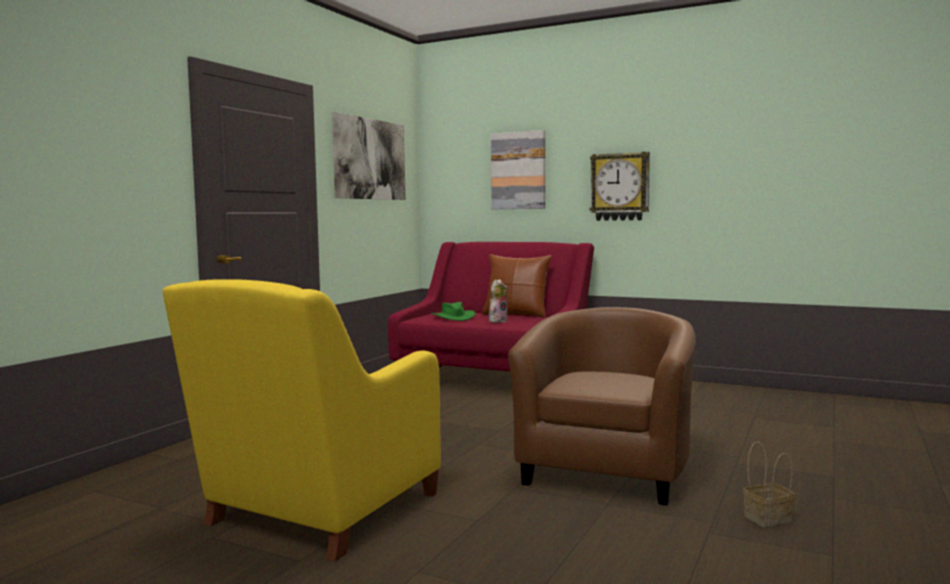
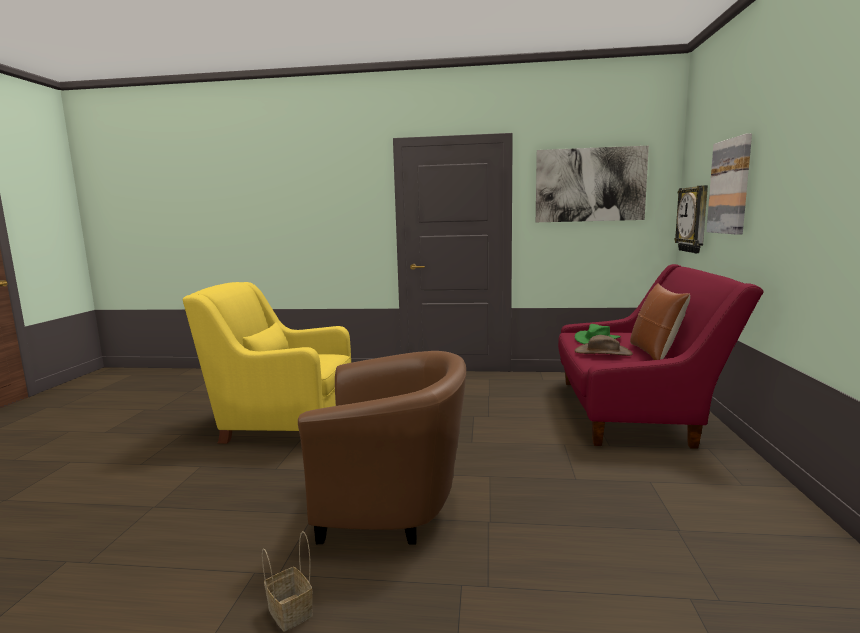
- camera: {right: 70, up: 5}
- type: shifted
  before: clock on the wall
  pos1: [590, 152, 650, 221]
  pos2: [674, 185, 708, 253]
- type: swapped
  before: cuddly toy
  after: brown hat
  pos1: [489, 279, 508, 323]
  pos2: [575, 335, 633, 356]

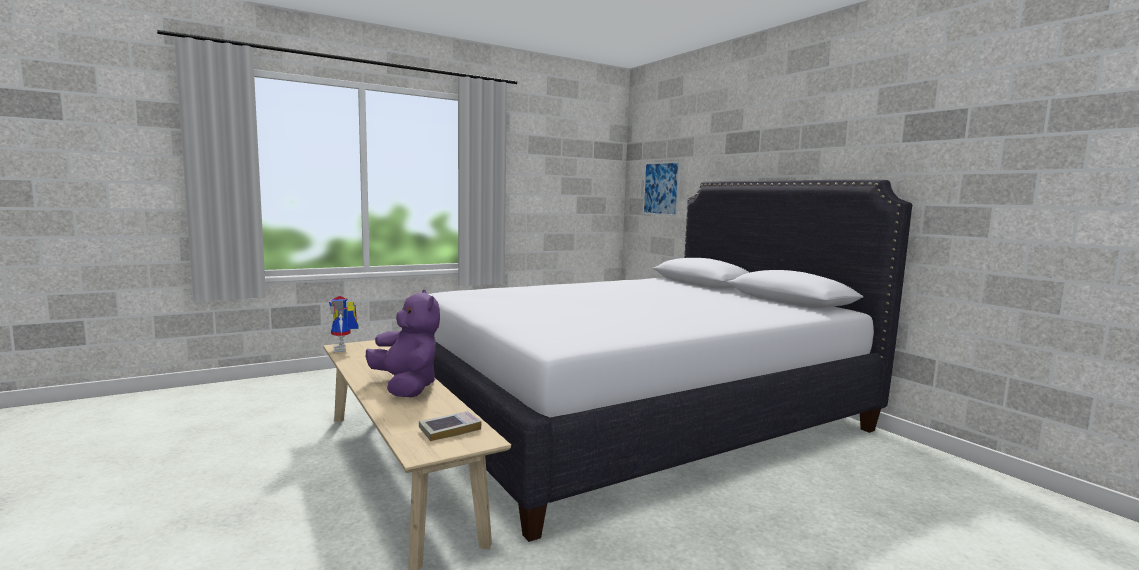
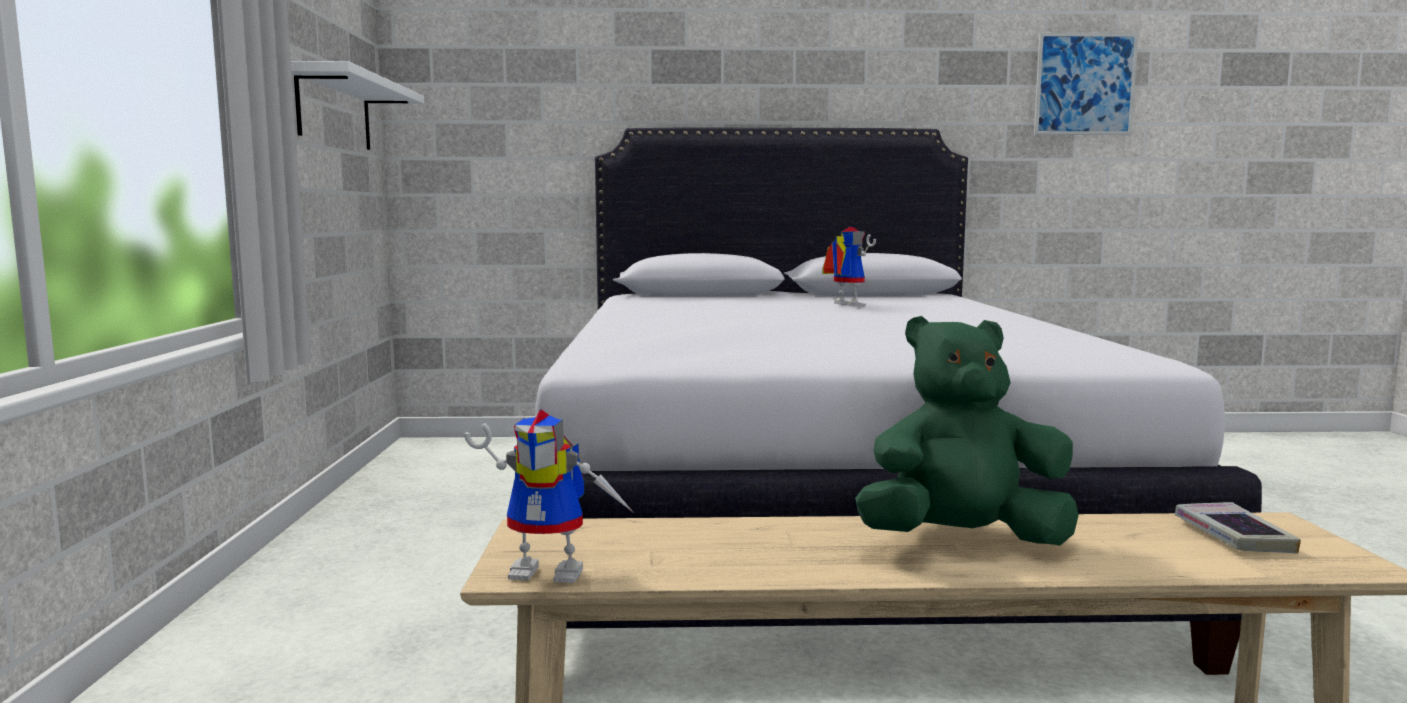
- camera: {right: -60, up: 0}
- type: shifted
  before: wall picture
  pos1: [643, 161, 681, 216]
  pos2: [1034, 33, 1139, 135]
- type: repainted
  before: purplish cuddly toy
  after: greenish cuddly toy
  pos1: [366, 289, 440, 398]
  pos2: [855, 316, 1079, 546]
- type: new
  after: white bracket shelf
  pos2: [291, 61, 424, 150]
- type: new
  after: toy robot
  pos2: [822, 227, 876, 307]

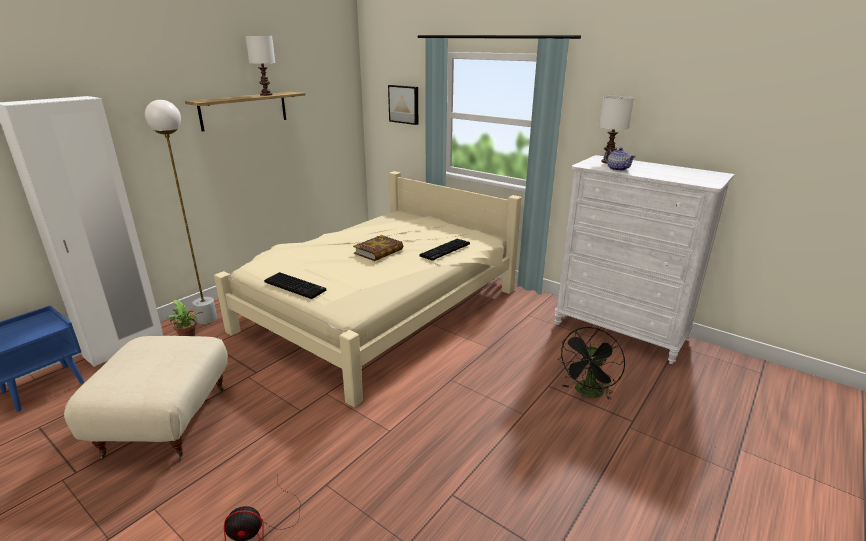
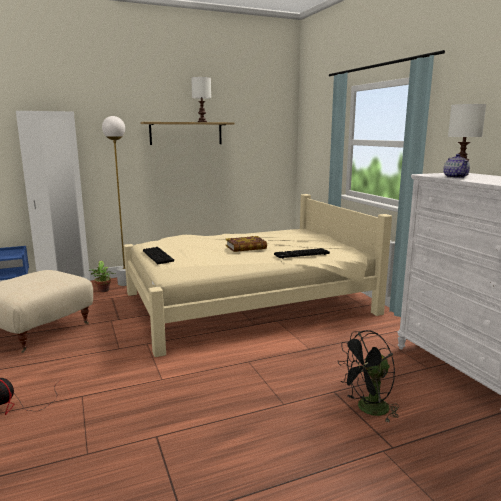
- camera: {right: 30, up: -10}
- type: gone
  before: wall picture
  pos1: [388, 85, 418, 125]

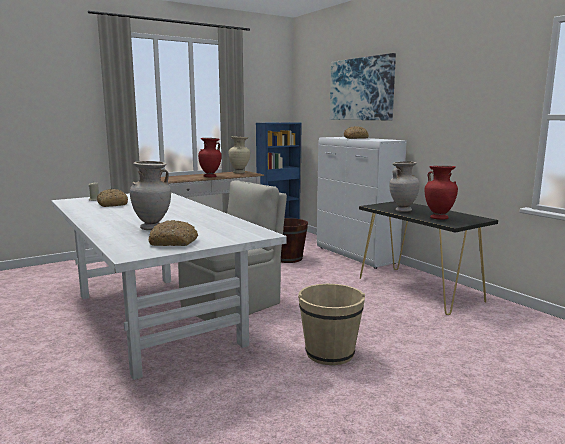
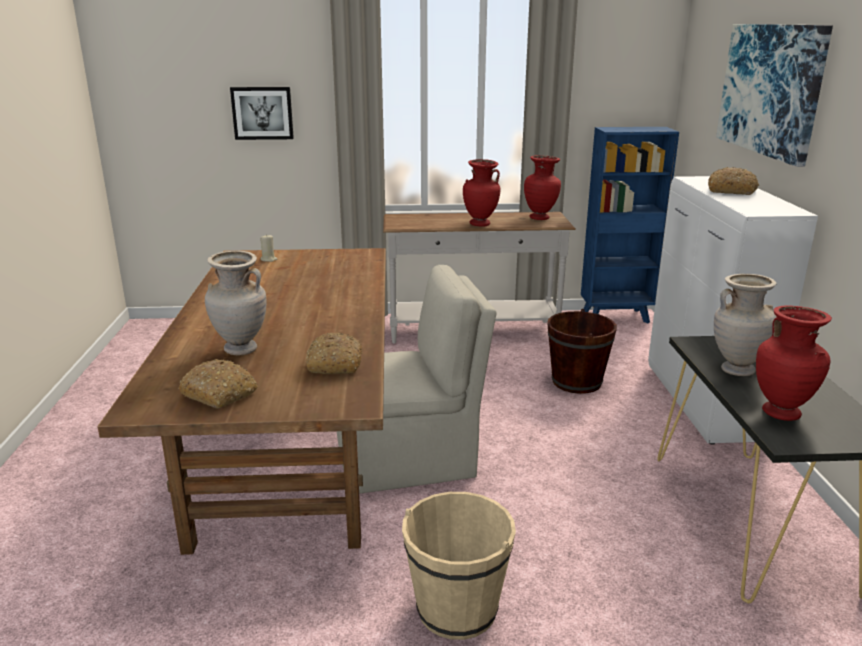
- camera: {right: 30, up: 10}
- type: repainted
  before: beige decorative vase
  after: reddish decorative vase
  pos1: [229, 136, 250, 173]
  pos2: [524, 155, 561, 220]
- type: shifted
  before: baked bread
  pos1: [97, 189, 128, 207]
  pos2: [306, 333, 362, 374]
- type: repainted
  before: white dining table
  after: brown dining table
  pos1: [51, 193, 287, 380]
  pos2: [97, 248, 386, 555]
- type: new
  after: wall picture
  pos2: [230, 87, 294, 140]

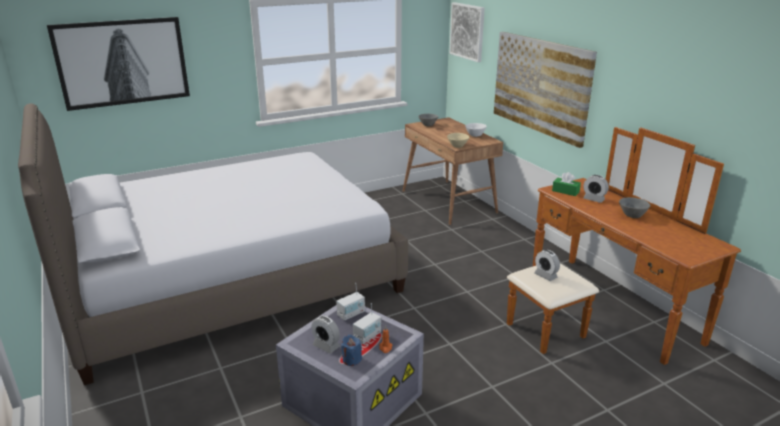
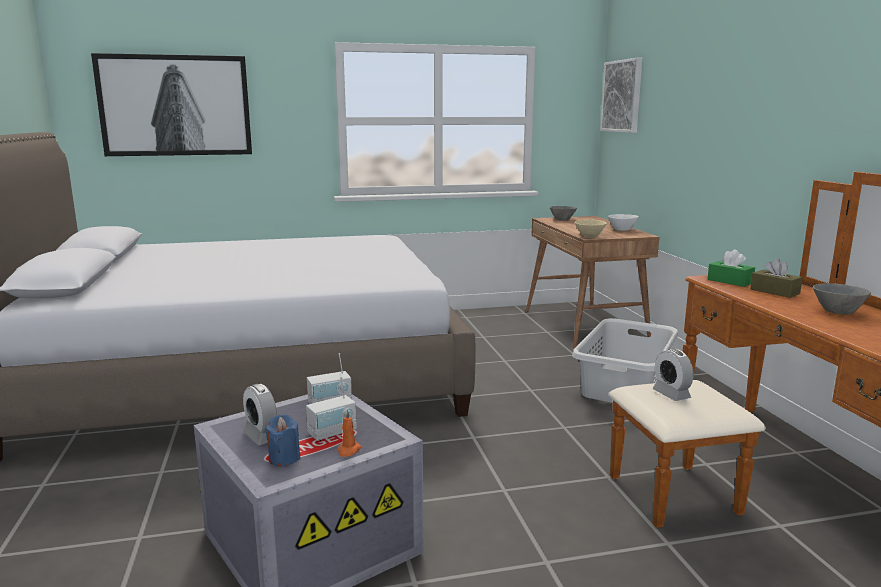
- camera: {right: 15, up: -10}
- type: gone
  before: wall picture
  pos1: [494, 32, 597, 148]
- type: swapped
  before: alarm clock
  after: brown box of tissues
  pos1: [583, 175, 609, 203]
  pos2: [750, 258, 803, 298]
- type: new
  after: grey laundry basket
  pos2: [572, 318, 678, 403]

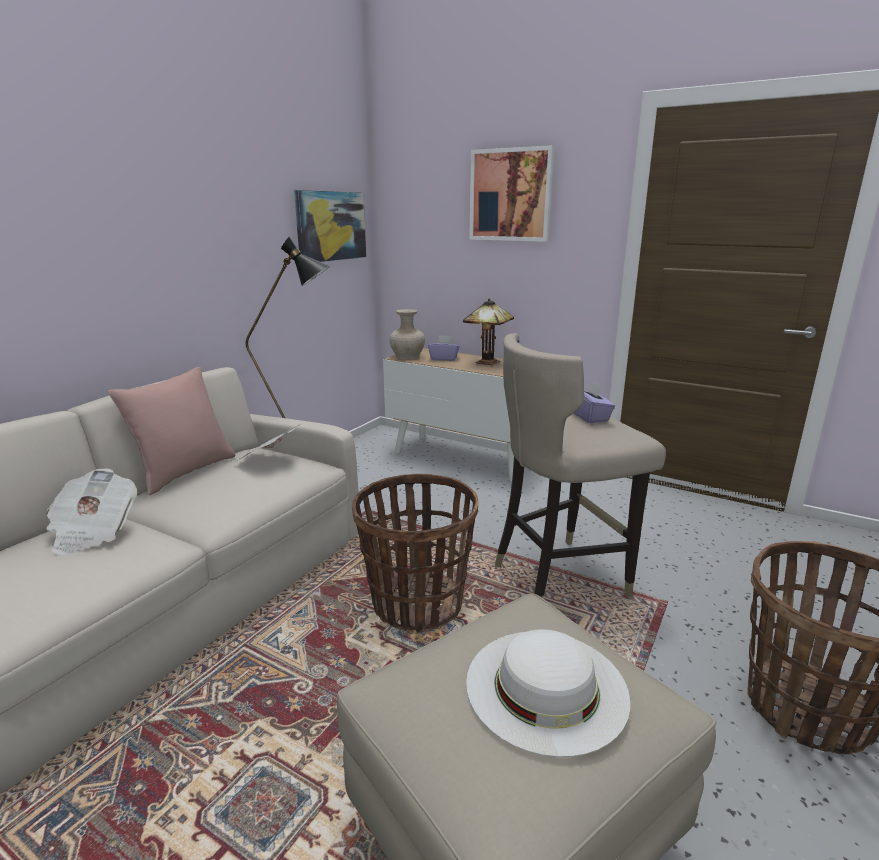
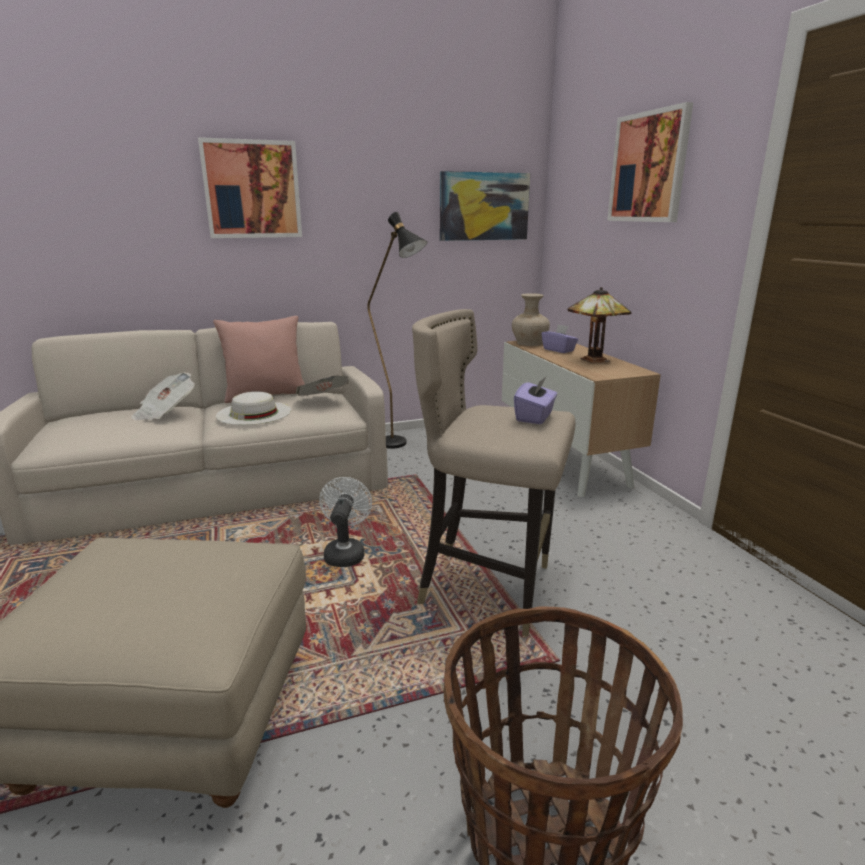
- camera: {right: 40, up: 0}
- type: swapped
  before: household basket
  after: white electric fan
  pos1: [352, 474, 478, 632]
  pos2: [319, 477, 372, 567]
- type: shifted
  before: white hat
  pos1: [466, 629, 630, 757]
  pos2: [216, 391, 291, 425]
- type: new
  after: wall picture
  pos2: [198, 137, 302, 238]

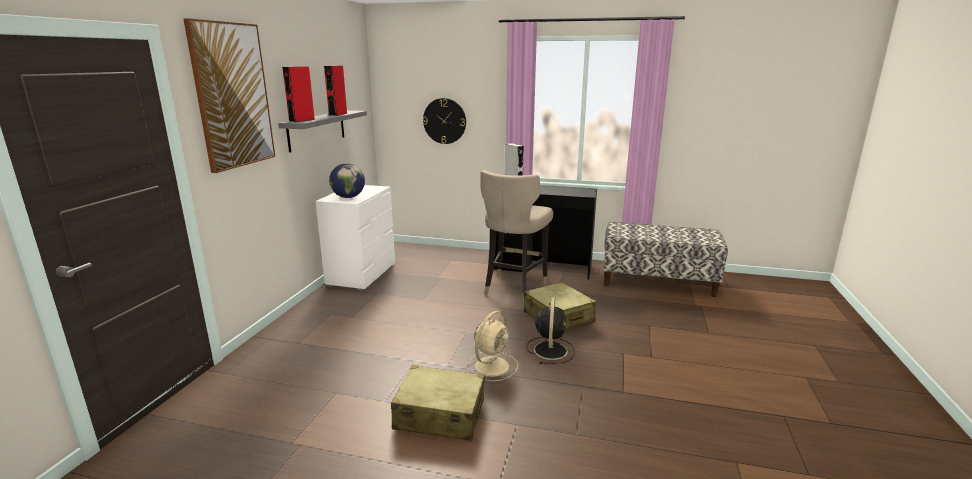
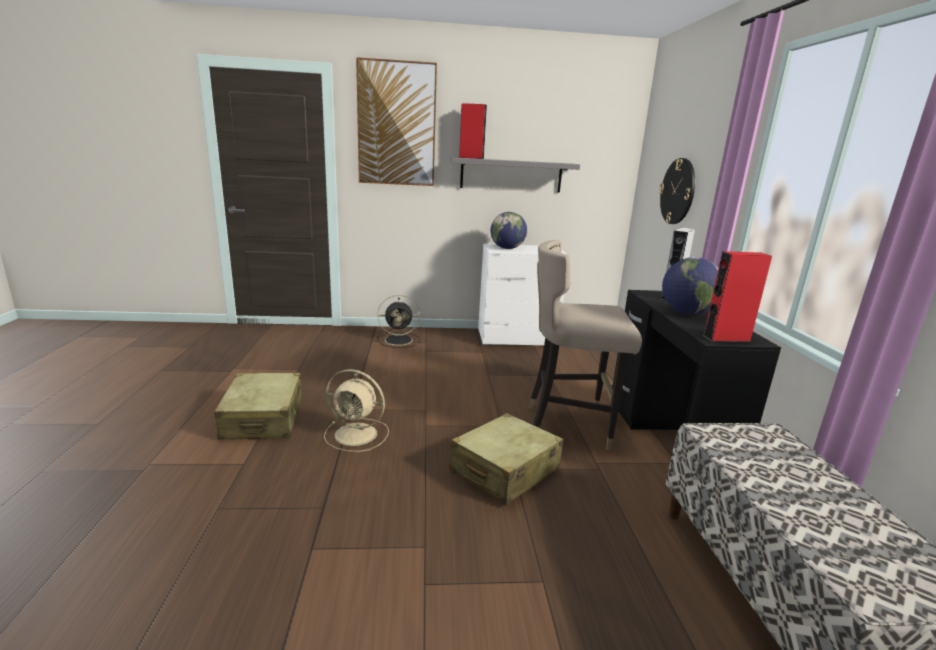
- camera: {right: 70, up: 0}
- type: shifted
  before: reddish loudspeaker
  pos1: [324, 66, 347, 116]
  pos2: [703, 251, 772, 342]
- type: shifted
  before: black electric fan
  pos1: [526, 297, 575, 364]
  pos2: [377, 295, 420, 348]
- type: new
  after: globe
  pos2: [662, 257, 718, 314]

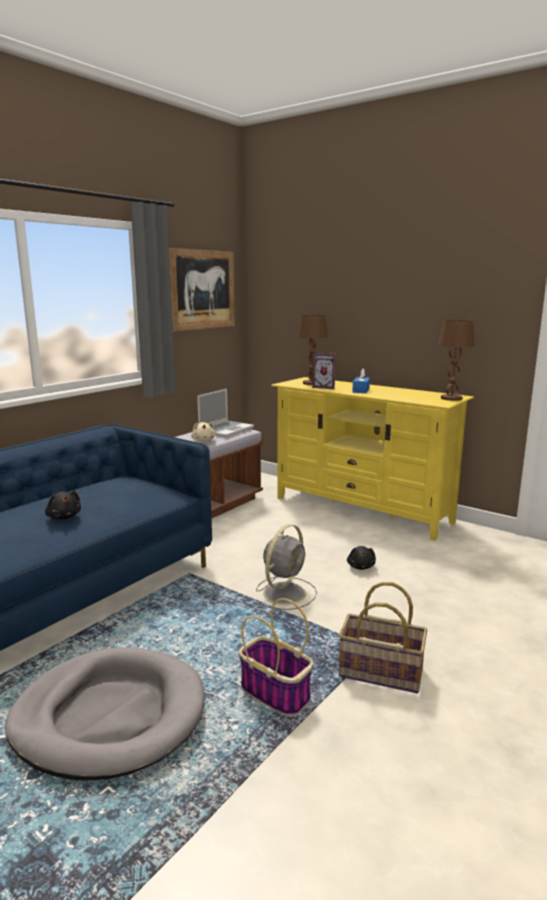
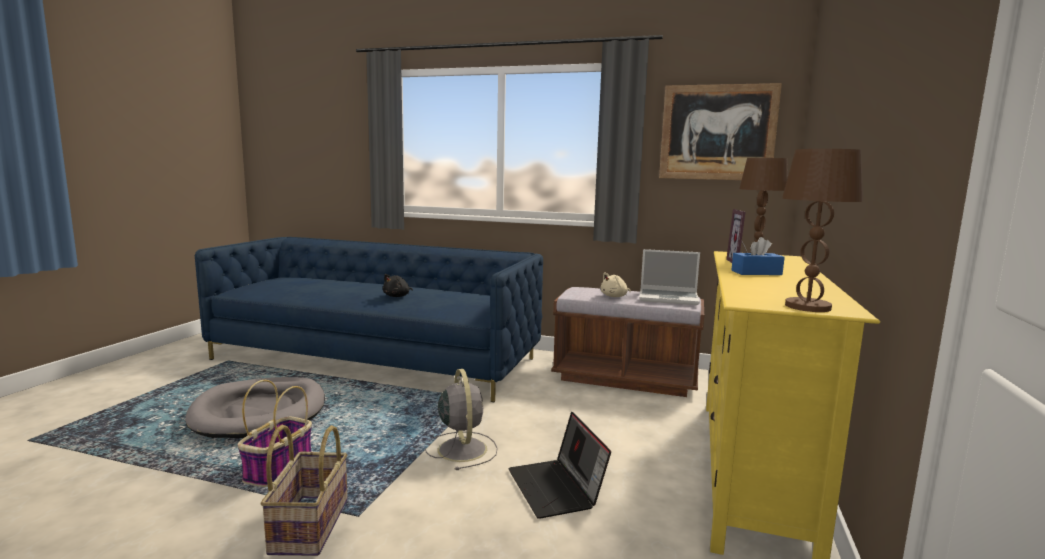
- camera: {right: 70, up: -5}
- type: rotated
  before: grey electric fan
  pos1: [255, 524, 317, 610]
  pos2: [425, 369, 498, 470]
  turn: -120
- type: swapped
  before: black cuddly toy
  after: portable computer
  pos1: [347, 546, 376, 570]
  pos2: [508, 412, 611, 519]

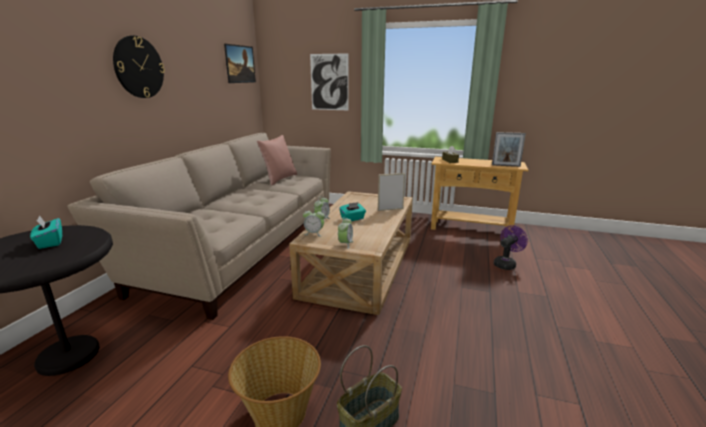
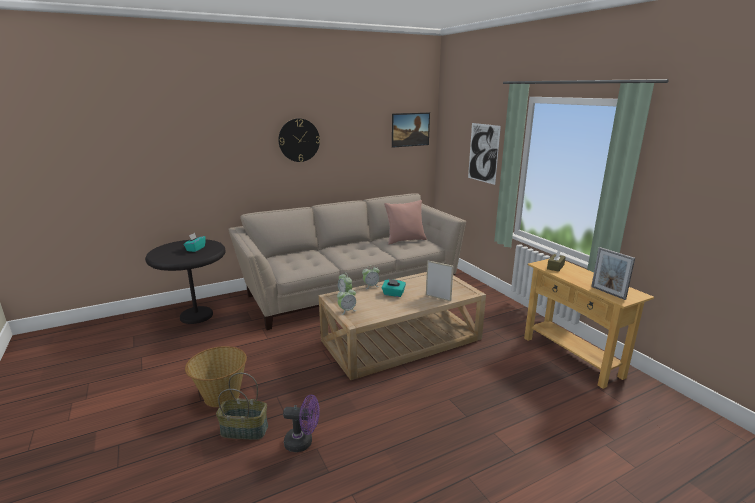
- camera: {right: 45, up: 0}
- type: shifted
  before: purplish electric fan
  pos1: [494, 225, 528, 270]
  pos2: [283, 395, 320, 452]

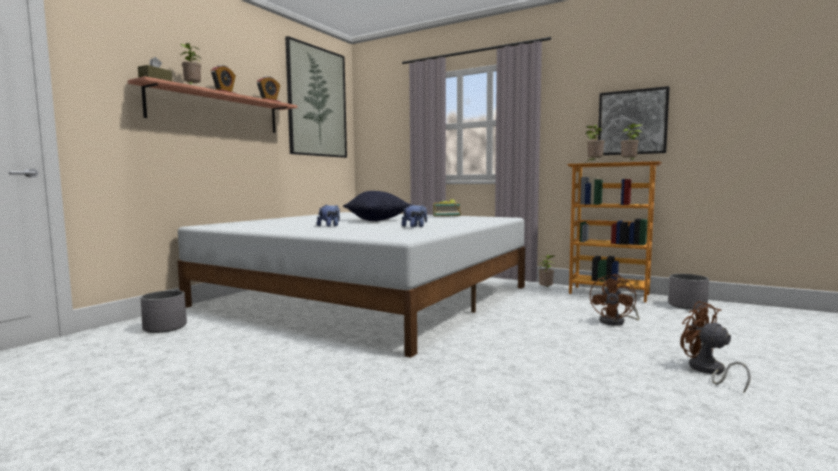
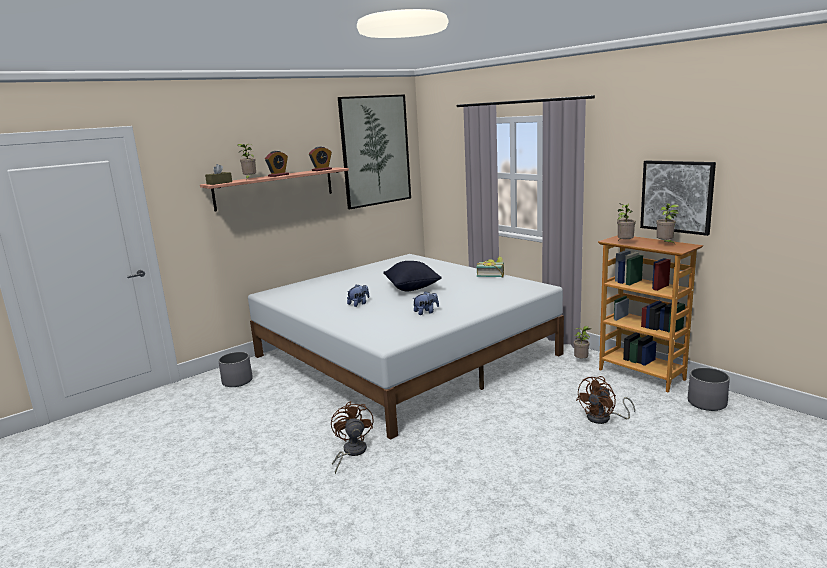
- camera: {right: 20, up: 10}
- type: shifted
  before: brown electric fan
  pos1: [680, 301, 751, 393]
  pos2: [331, 401, 373, 474]

